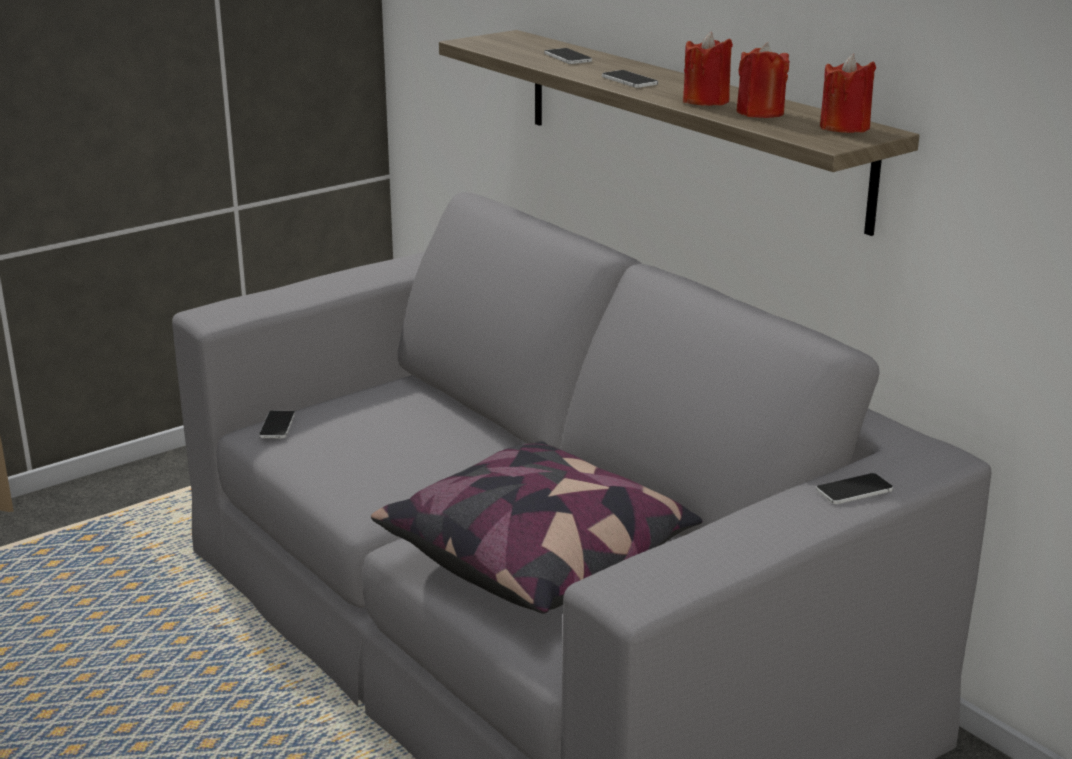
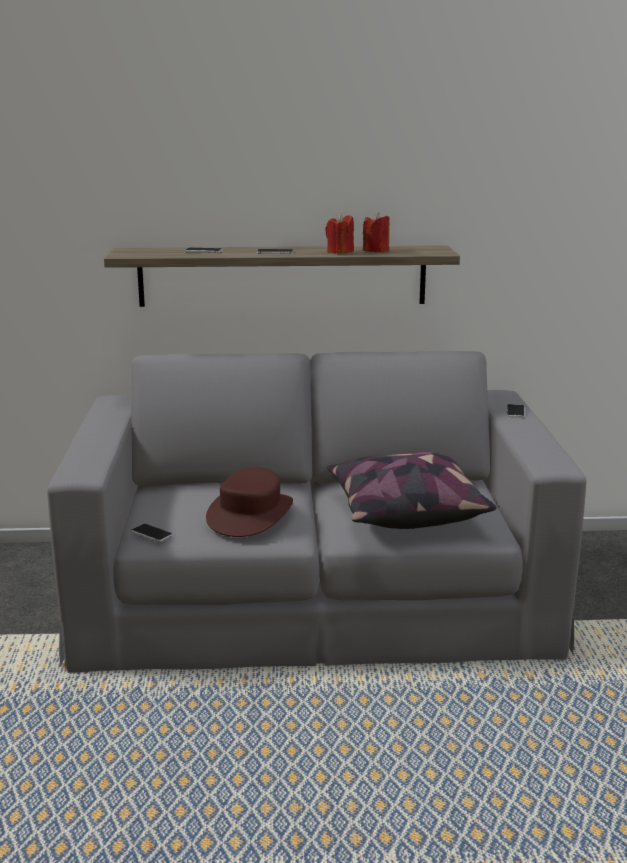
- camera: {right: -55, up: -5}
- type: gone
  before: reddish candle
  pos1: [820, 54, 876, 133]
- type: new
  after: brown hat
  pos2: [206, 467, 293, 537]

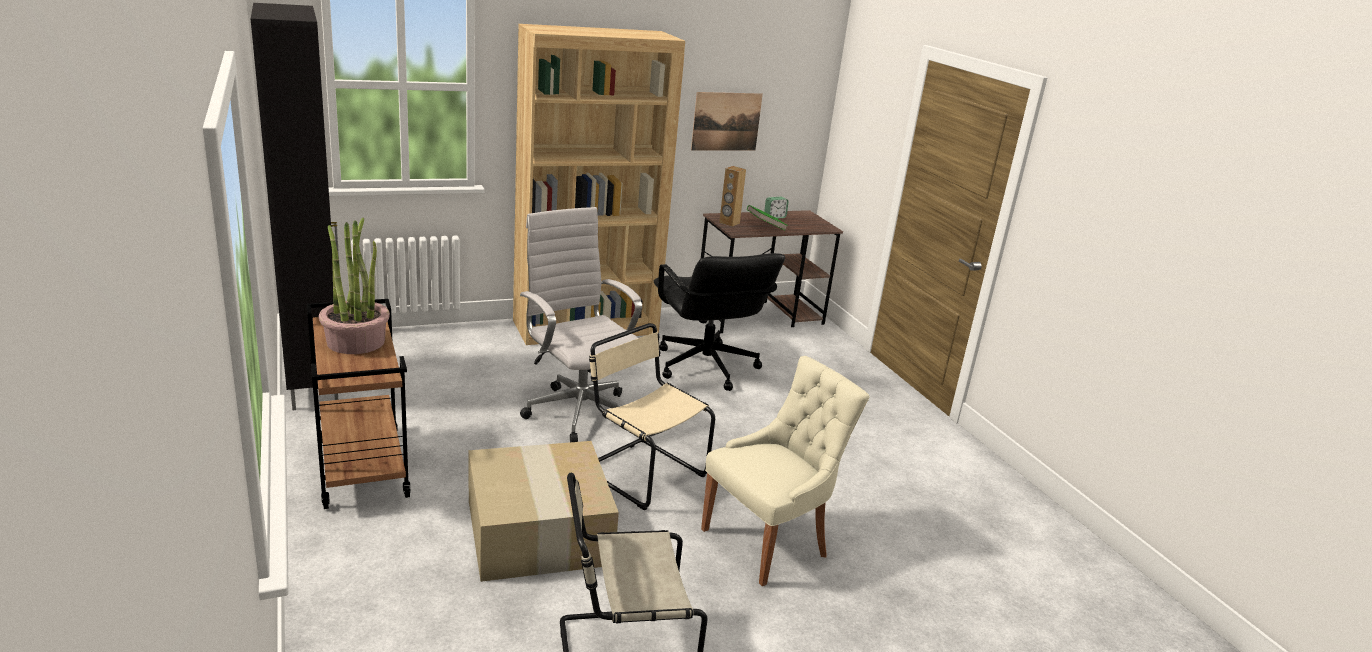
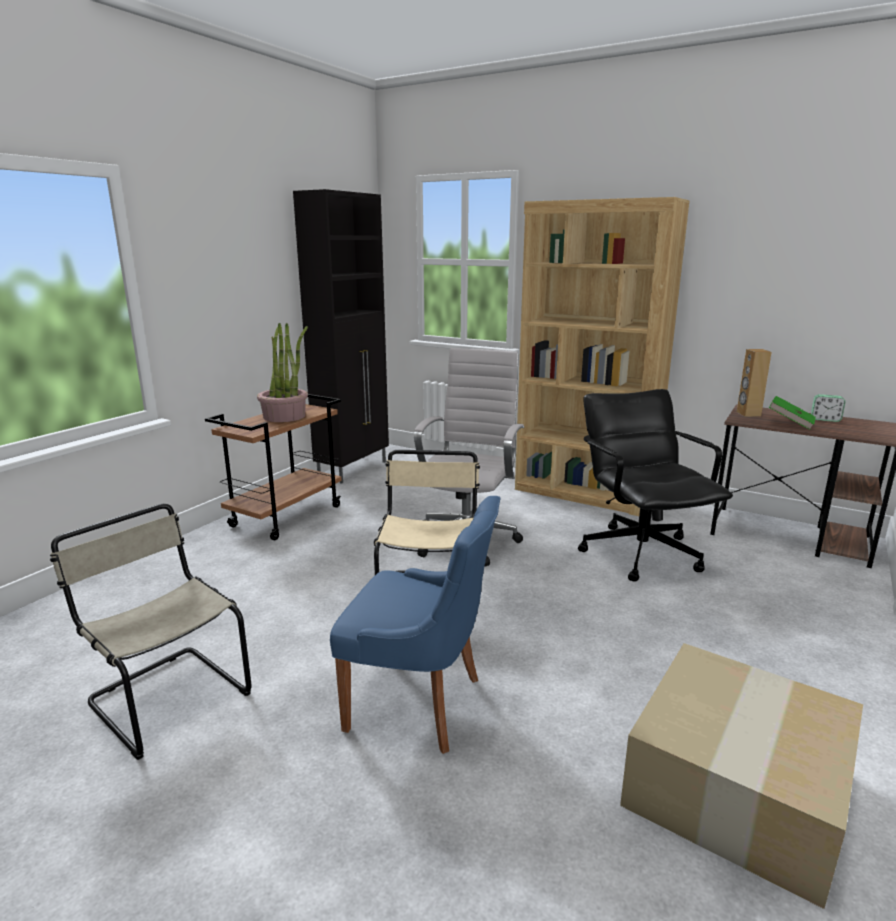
- camera: {right: 55, up: -5}
- type: gone
  before: wall picture
  pos1: [691, 92, 763, 150]
- type: rotated
  before: black desk chair
  pos1: [654, 253, 785, 391]
  pos2: [578, 389, 733, 582]
  turn: 135
- type: repainted
  before: beige upright chair
  after: blue upright chair
  pos1: [701, 356, 870, 586]
  pos2: [330, 496, 501, 754]
- type: shifted
  before: carton
  pos1: [468, 441, 619, 582]
  pos2: [620, 643, 863, 909]

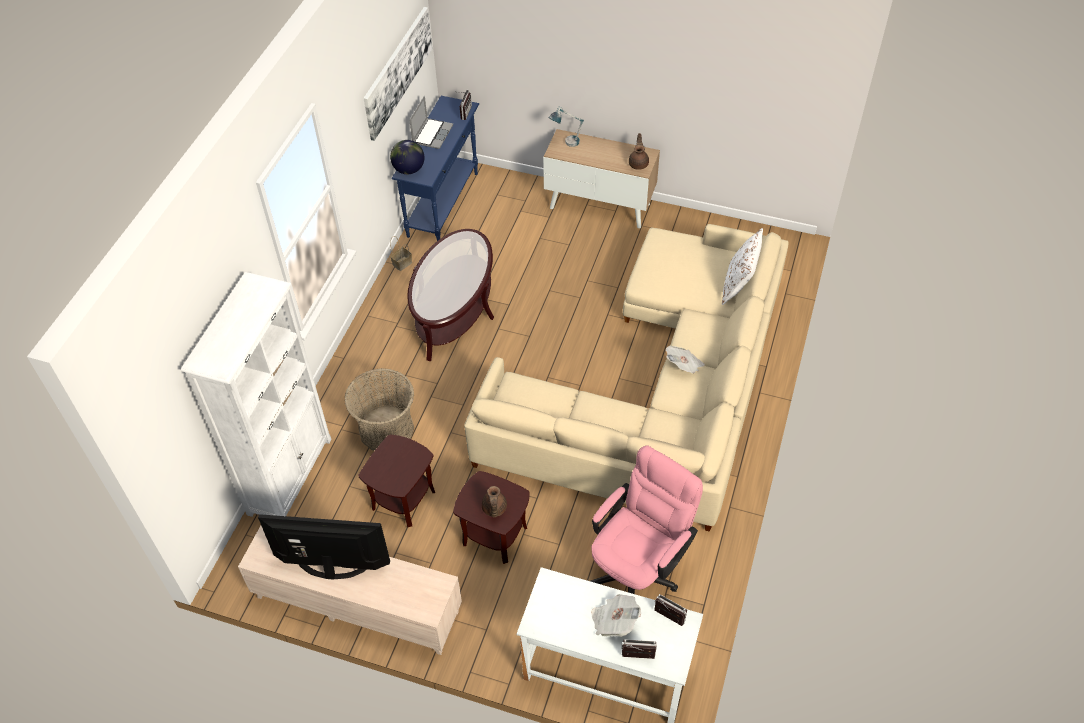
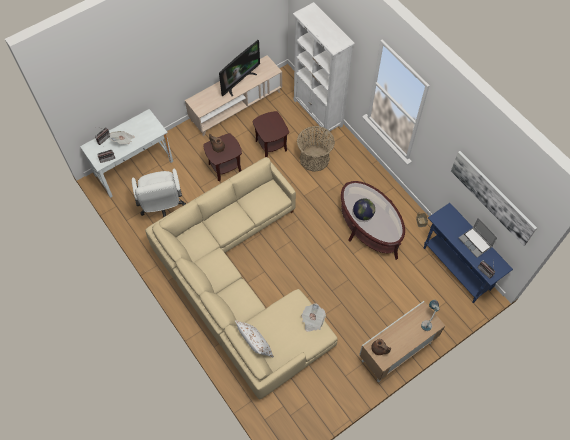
- camera: {right: 125, up: 10}
- type: shifted
  before: globe
  pos1: [390, 140, 424, 174]
  pos2: [353, 198, 375, 220]
- type: shifted
  before: printed paper
  pos1: [666, 346, 705, 373]
  pos2: [301, 303, 326, 332]
- type: repainted
  before: pink-coloured desk chair
  after: white desk chair
  pos1: [590, 445, 703, 594]
  pos2: [132, 169, 186, 217]

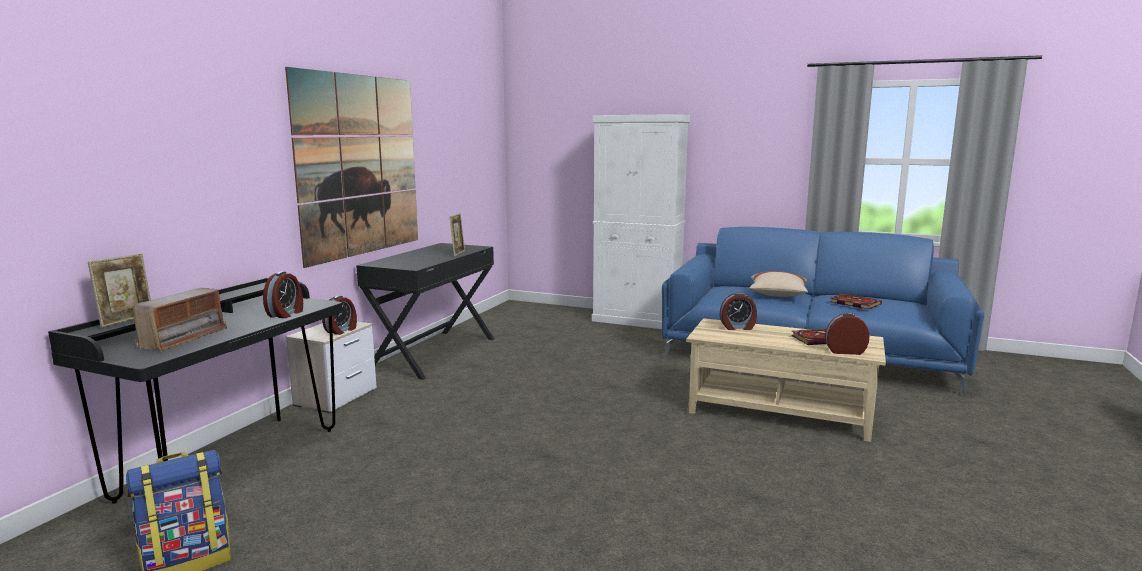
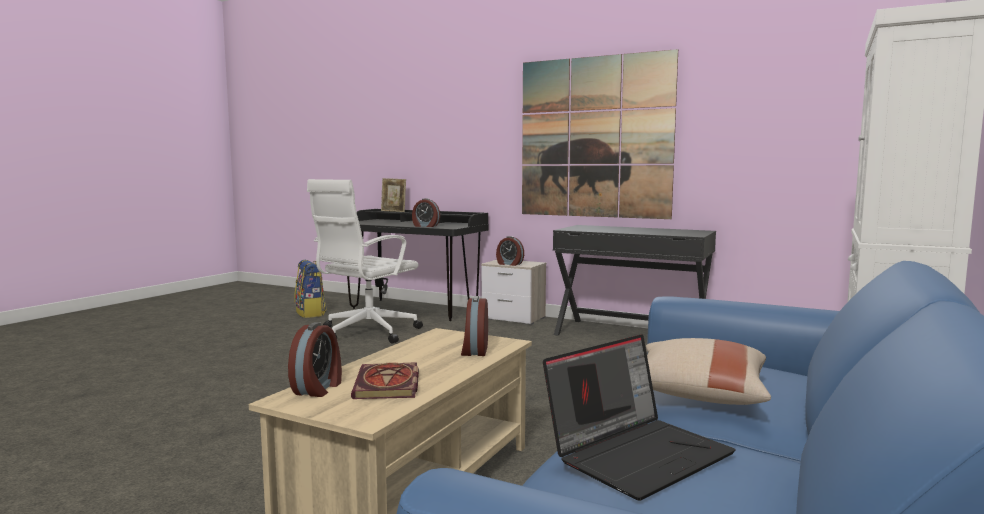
- camera: {right: 95, up: -5}
- type: gone
  before: picture frame
  pos1: [449, 213, 465, 256]
- type: gone
  before: radio receiver
  pos1: [133, 288, 227, 352]
- type: swapped
  before: bound book
  after: portable computer
  pos1: [830, 294, 882, 309]
  pos2: [543, 334, 736, 501]
- type: new
  after: white desk chair
  pos2: [307, 179, 423, 344]

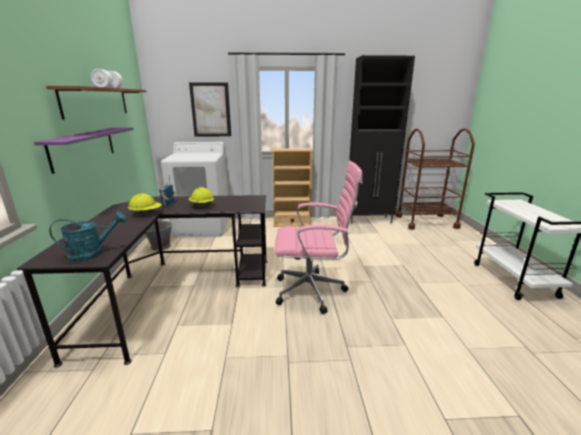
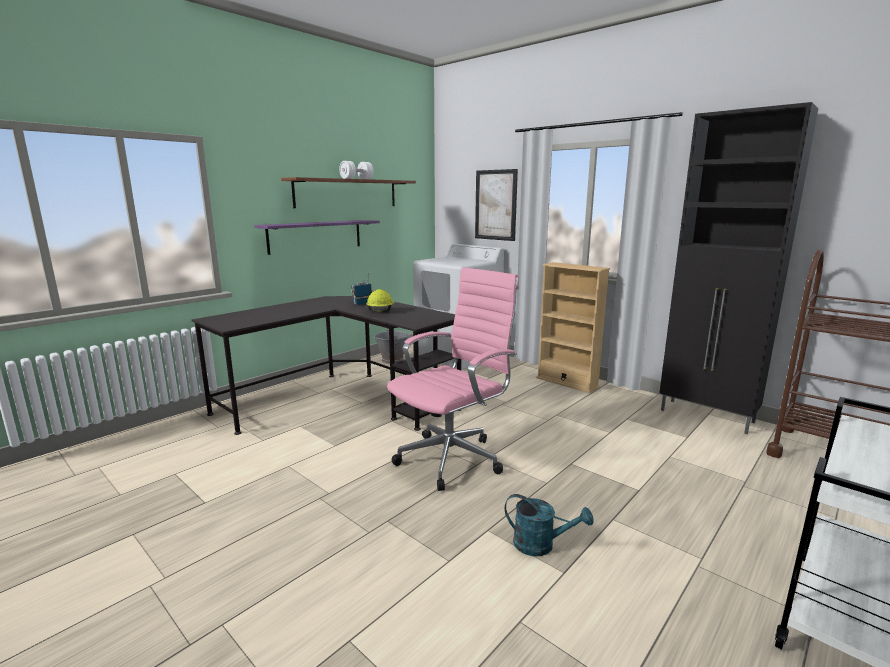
- camera: {right: 45, up: -5}
- type: rotated
  before: pink-coloured desk chair
  pos1: [275, 161, 363, 314]
  pos2: [387, 267, 519, 491]
  turn: -90
- type: gone
  before: yellowish work helmet
  pos1: [128, 194, 162, 216]
- type: shifted
  before: turquoise watering pot
  pos1: [49, 212, 127, 262]
  pos2: [505, 494, 594, 556]

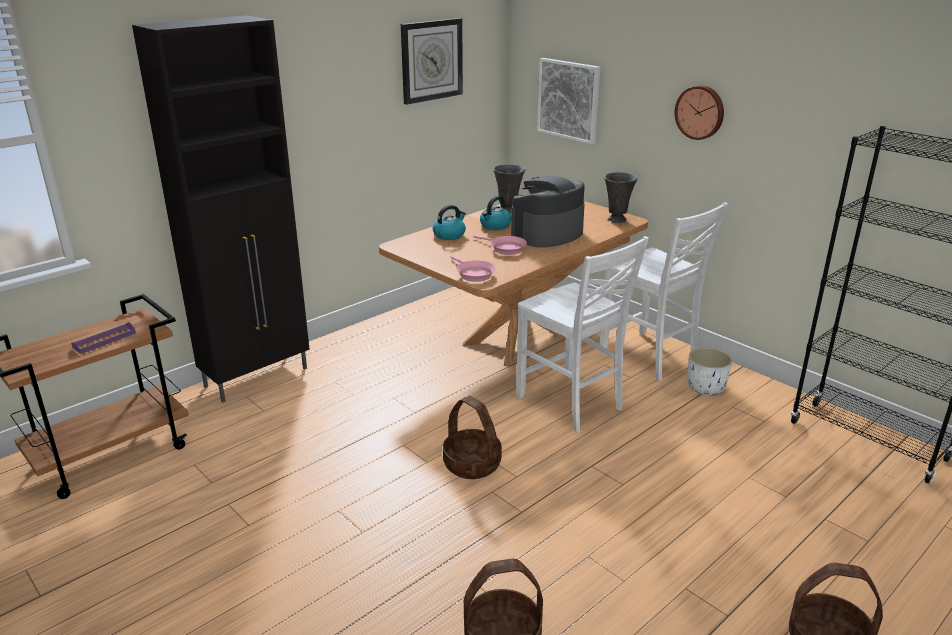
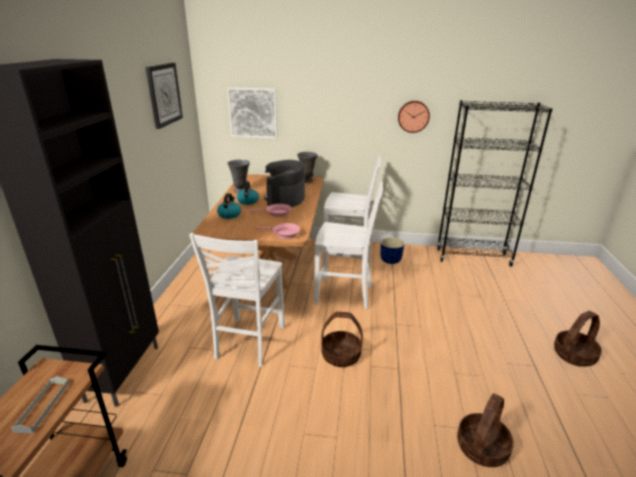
- camera: {right: -40, up: 0}
- type: shifted
  before: clock on the wall
  pos1: [675, 85, 724, 140]
  pos2: [398, 101, 430, 133]
- type: repainted
  before: purplish carrying tray
  after: grey carrying tray
  pos1: [71, 322, 136, 354]
  pos2: [11, 376, 69, 433]
- type: repainted
  before: white plant pot
  after: blue plant pot
  pos1: [687, 348, 732, 396]
  pos2: [380, 237, 404, 264]
- type: new
  after: white upright chair
  pos2: [189, 233, 285, 367]

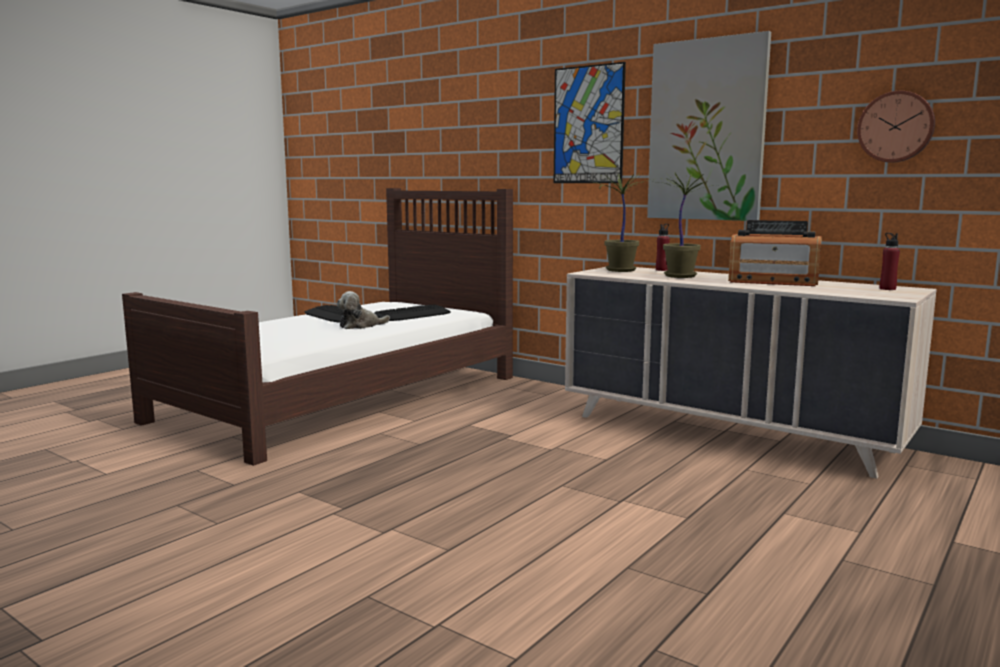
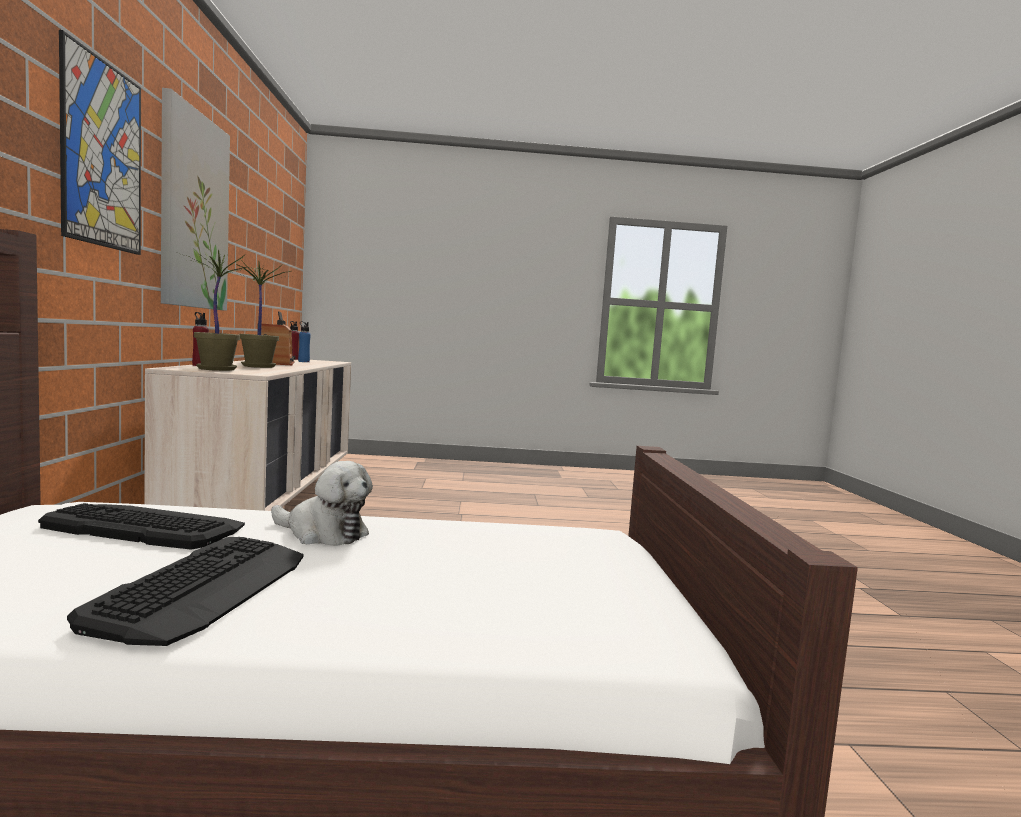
- camera: {right: -130, up: -5}
- type: gone
  before: clock on the wall
  pos1: [857, 91, 935, 163]
- type: new
  after: blue bottle
  pos2: [298, 321, 311, 362]

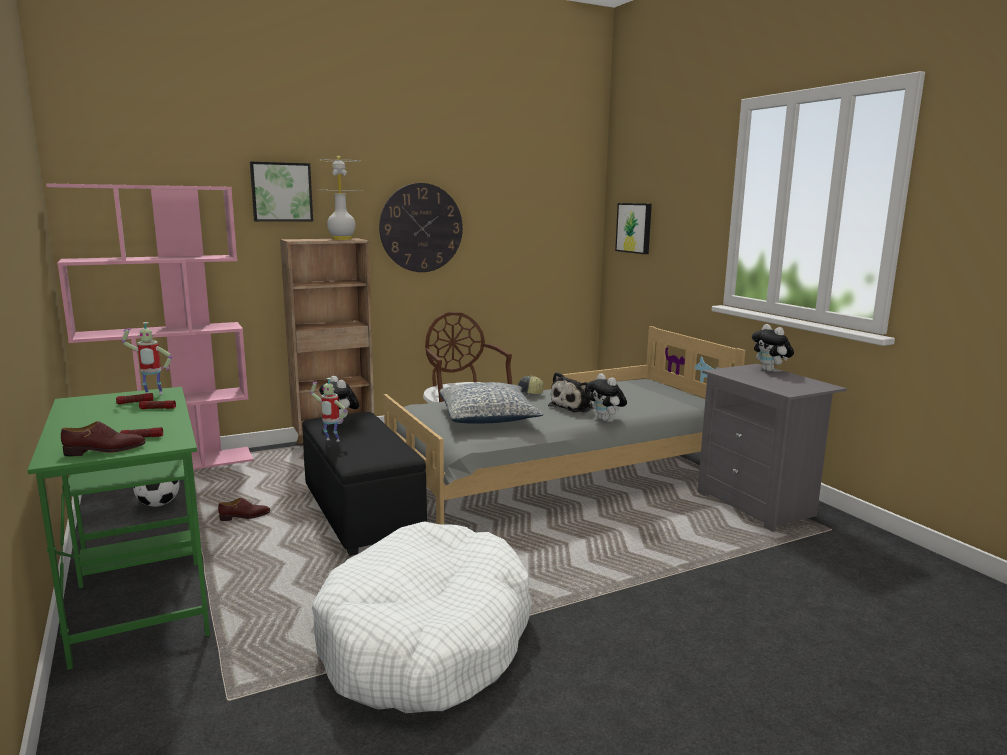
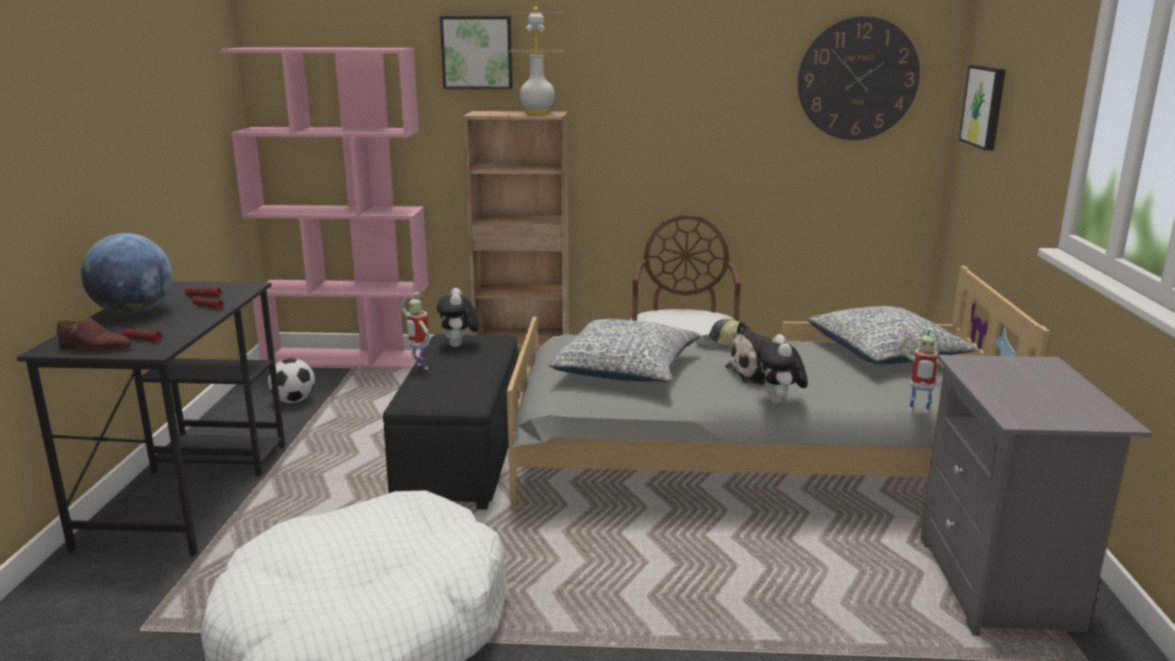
- camera: {right: 30, up: 5}
- type: shifted
  before: clock on the wall
  pos1: [379, 183, 463, 272]
  pos2: [798, 16, 920, 140]
- type: shifted
  before: toy robot
  pos1: [122, 322, 172, 394]
  pos2: [898, 328, 944, 413]
- type: gone
  before: cuddly toy
  pos1: [752, 324, 794, 372]
- type: repainted
  before: greenish desk unit
  after: black desk unit
  pos1: [27, 387, 210, 670]
  pos2: [17, 281, 285, 556]
- type: gone
  before: brown shoe
  pos1: [218, 498, 271, 521]
- type: new
  after: globe
  pos2: [81, 233, 172, 315]
- type: new
  after: pillow
  pos2: [808, 306, 979, 364]

